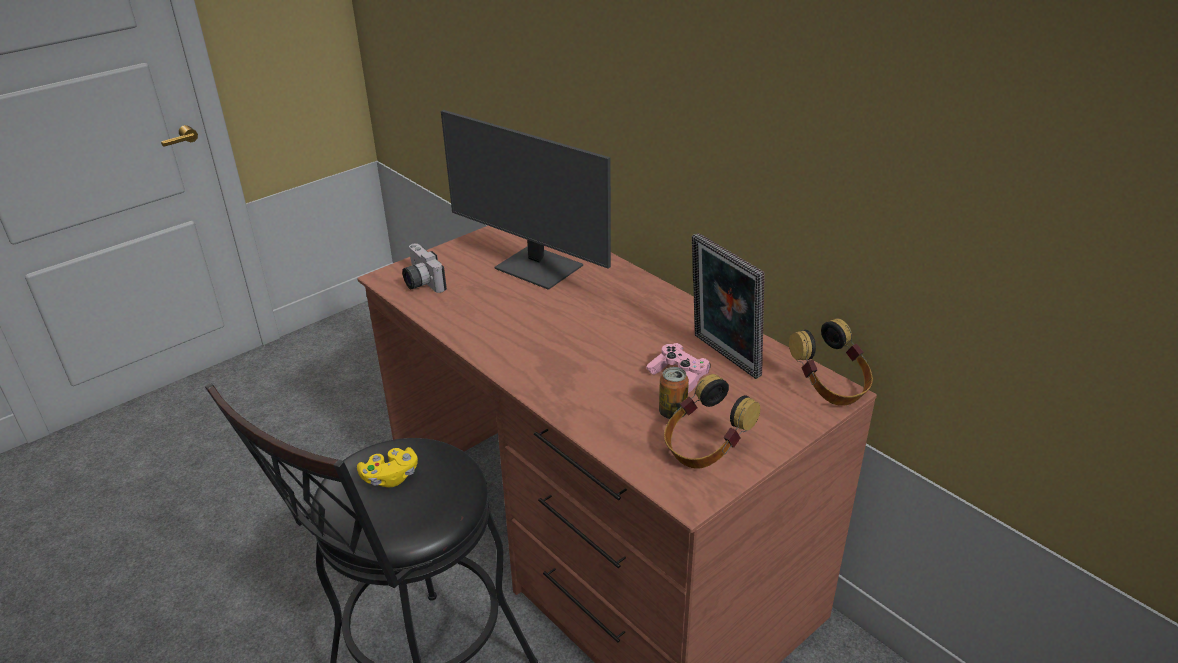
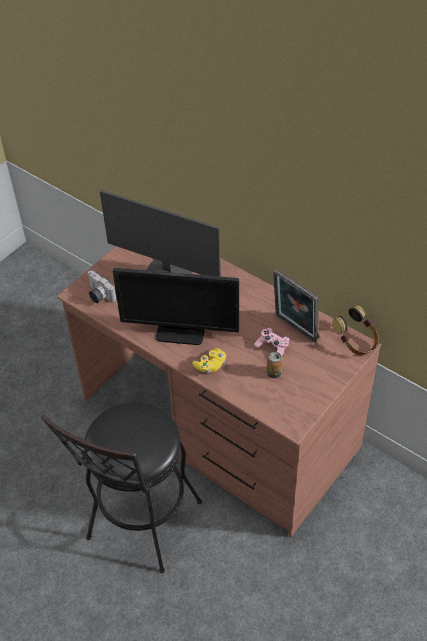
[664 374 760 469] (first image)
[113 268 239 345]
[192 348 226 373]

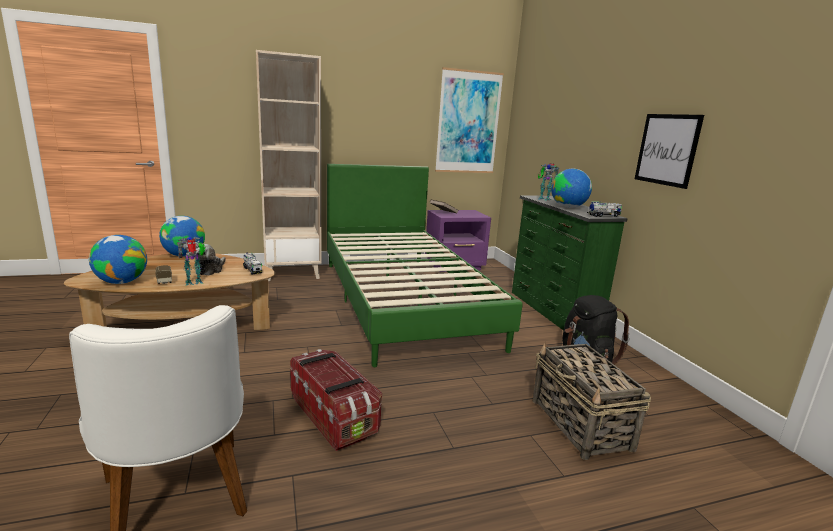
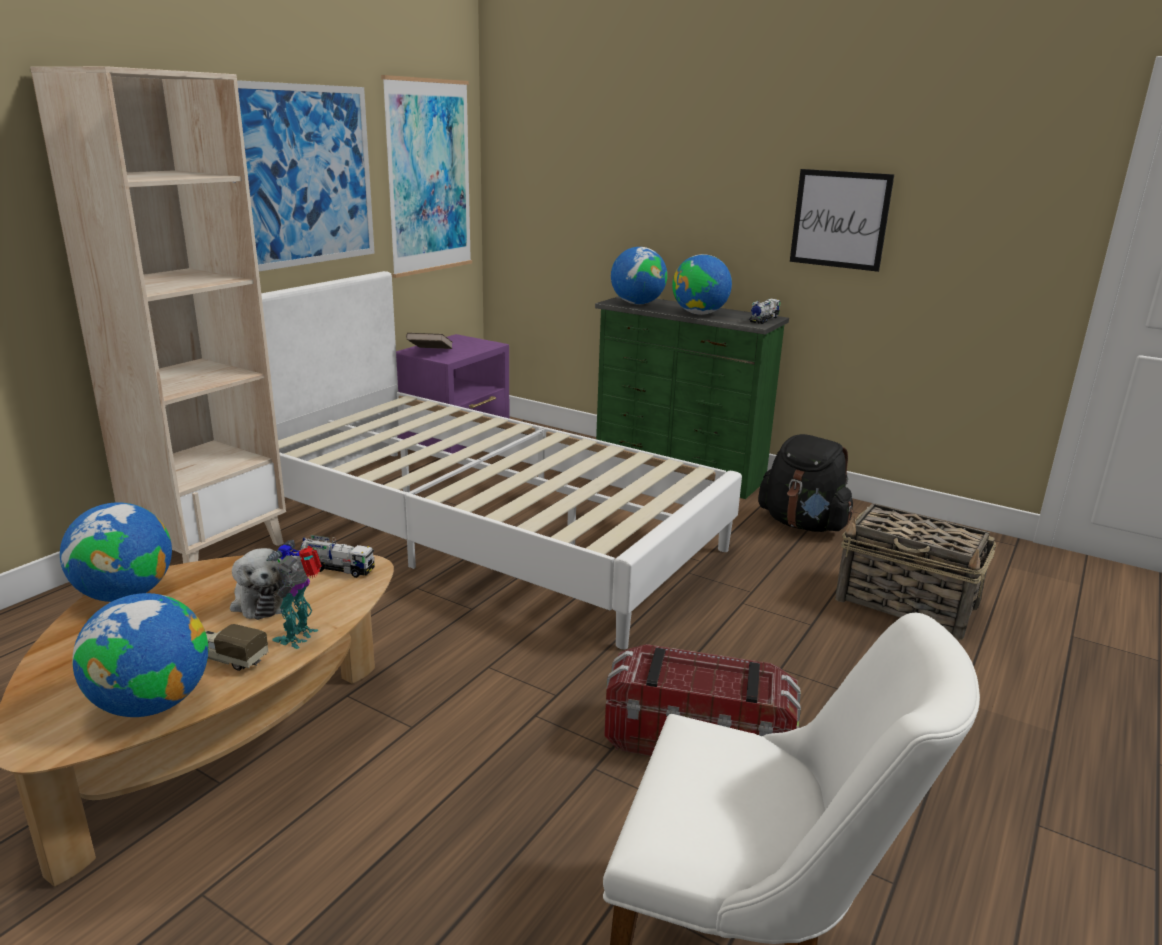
[237 80 375 271]
[611 247 667 305]
[261 271 742 649]

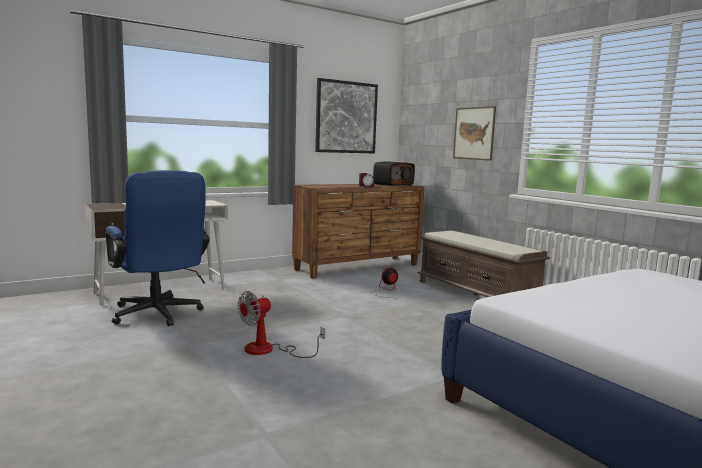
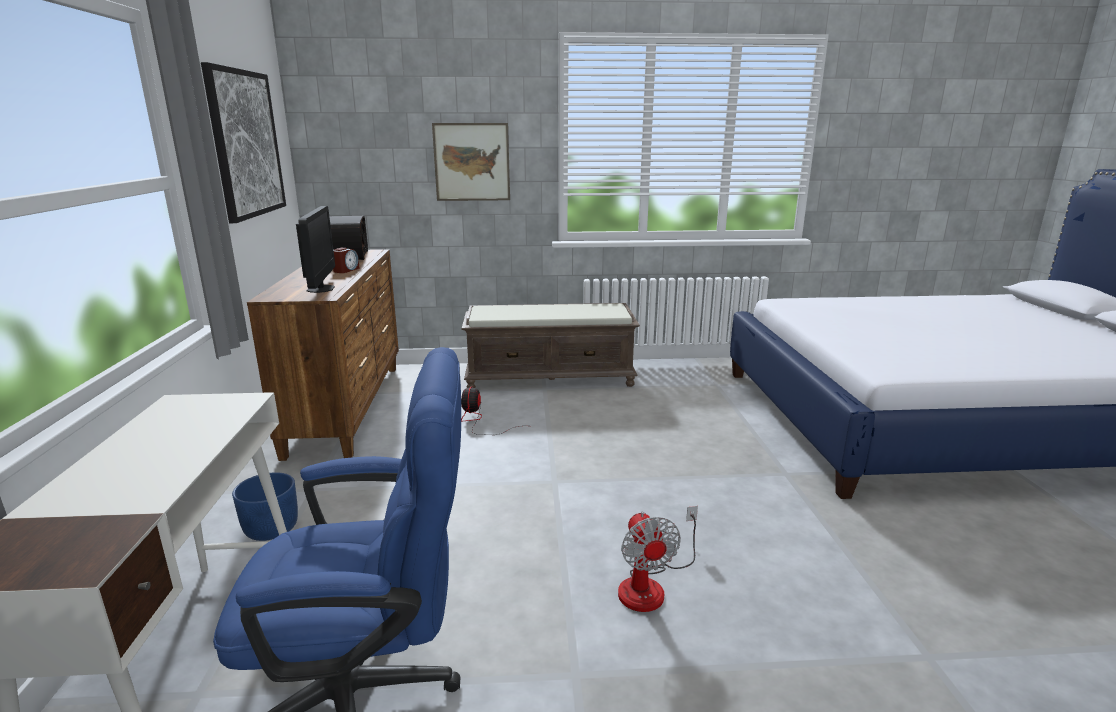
[232 472 298 541]
[296 206 335 293]

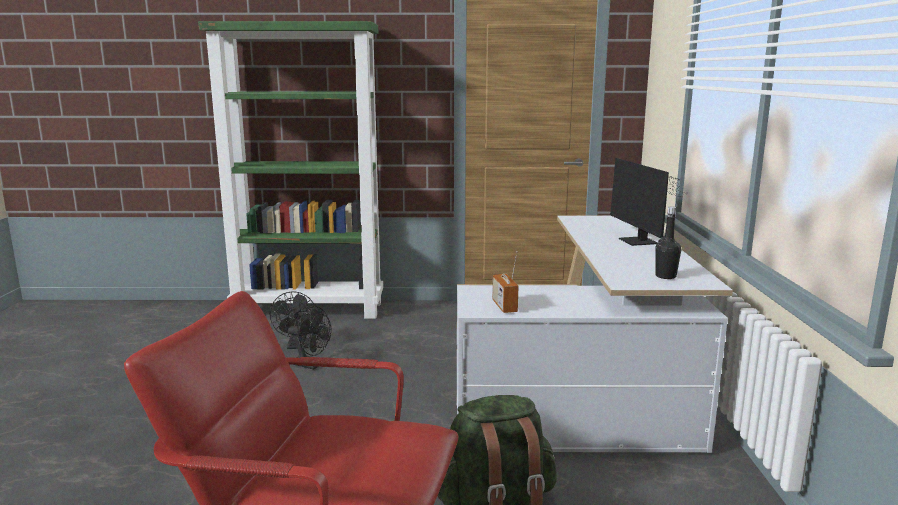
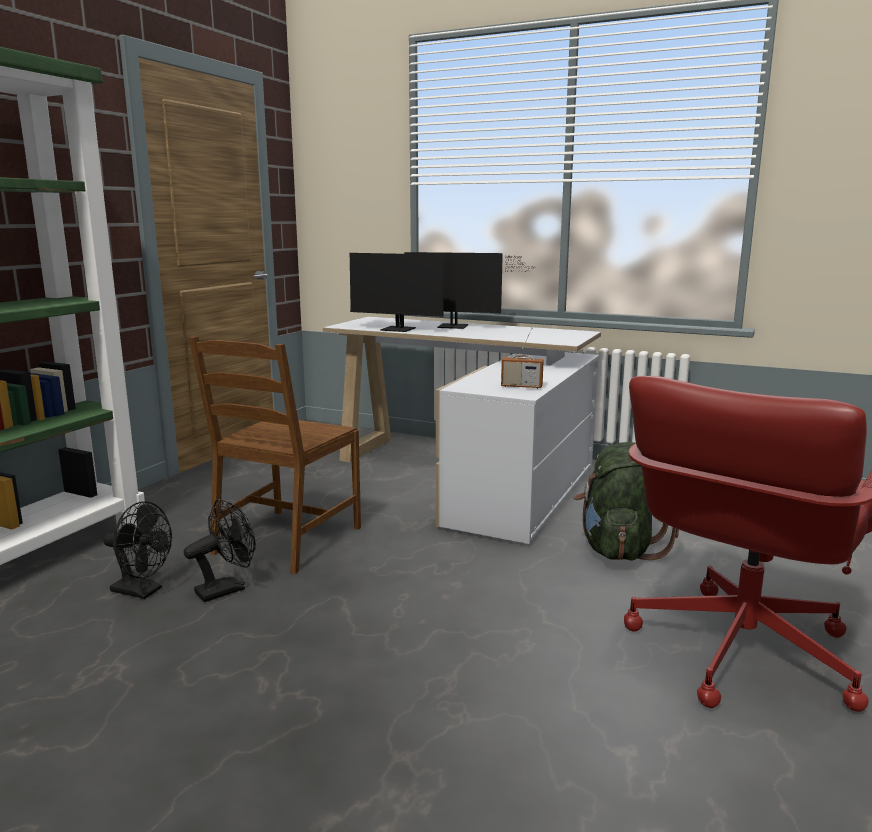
[655 206 681 279] (first image)
[189 336 361 574]
[350 253 476 332]

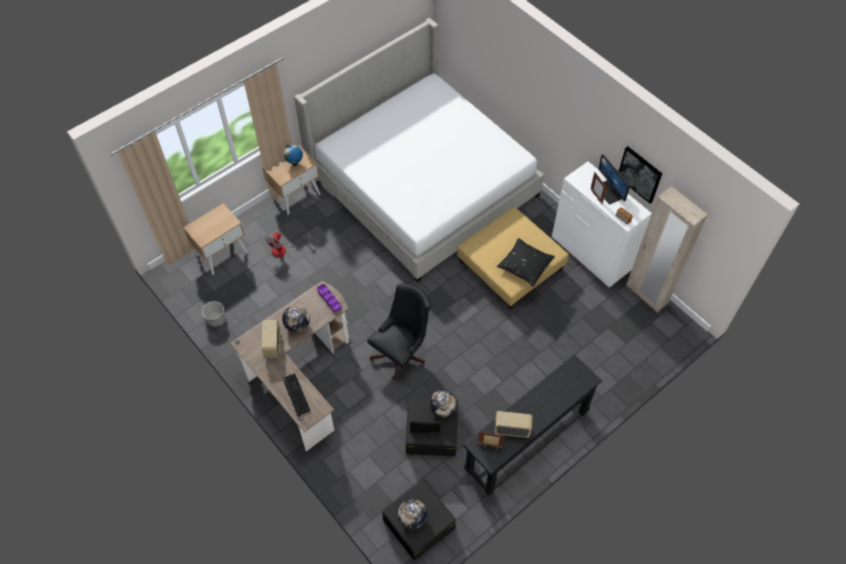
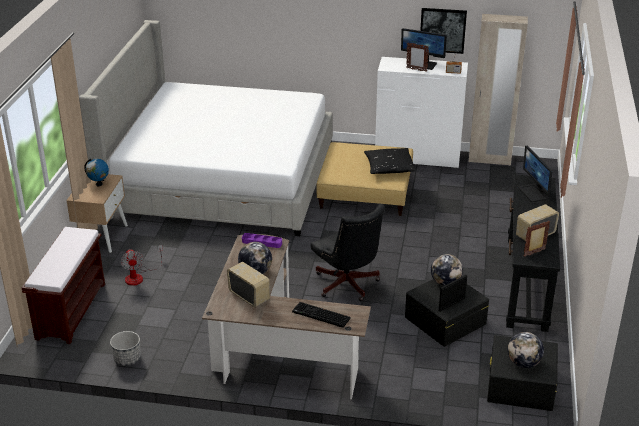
[518 146 553 202]
[22 227 105 344]
[311 204 385 301]

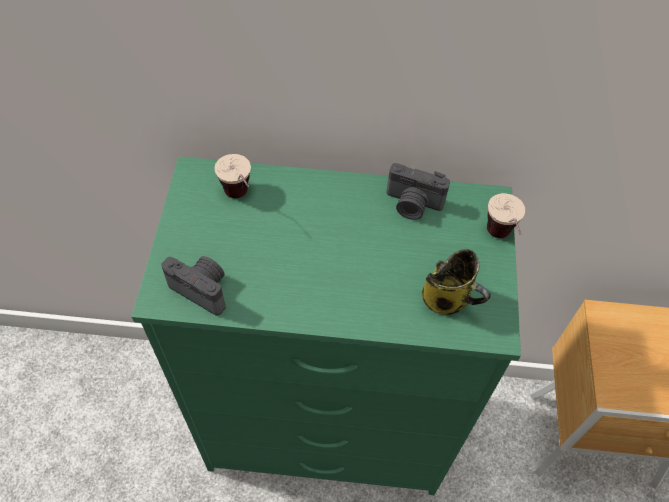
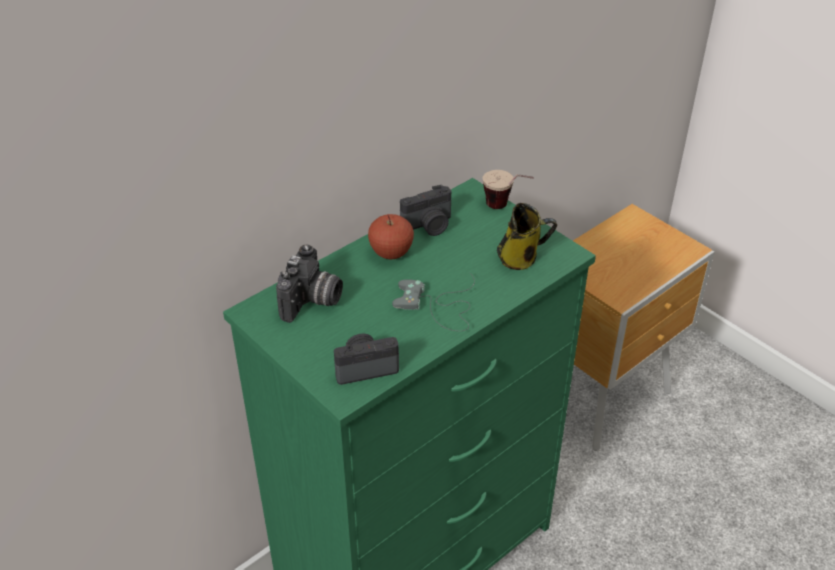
[368 214 414 259]
[392 272 475 331]
[276 245 343 323]

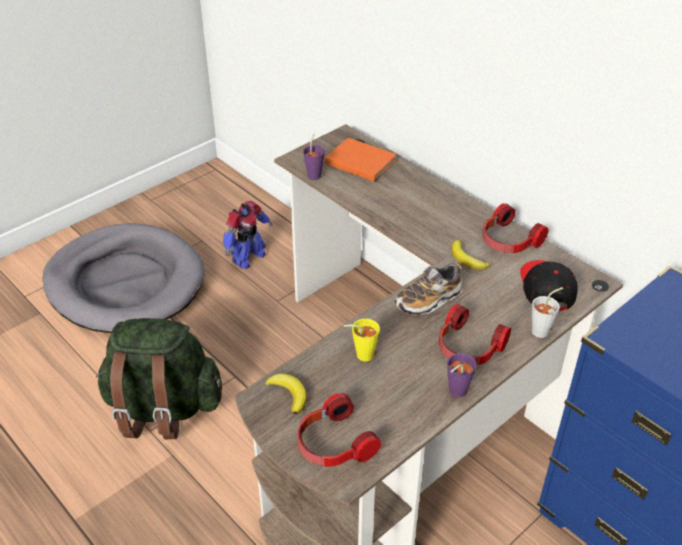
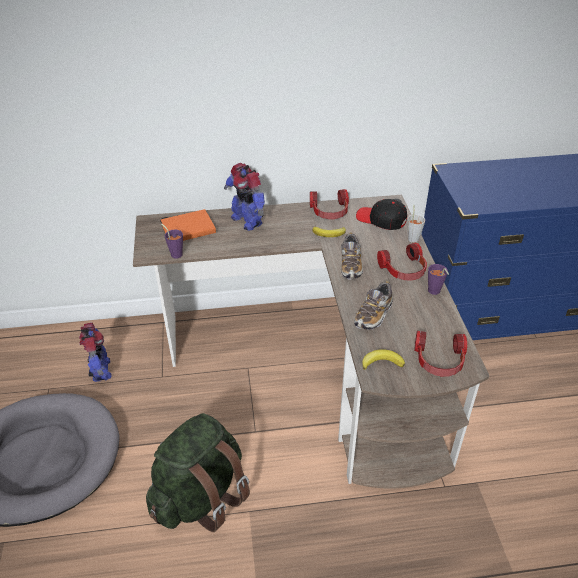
[224 163 265 231]
[354 281 393 330]

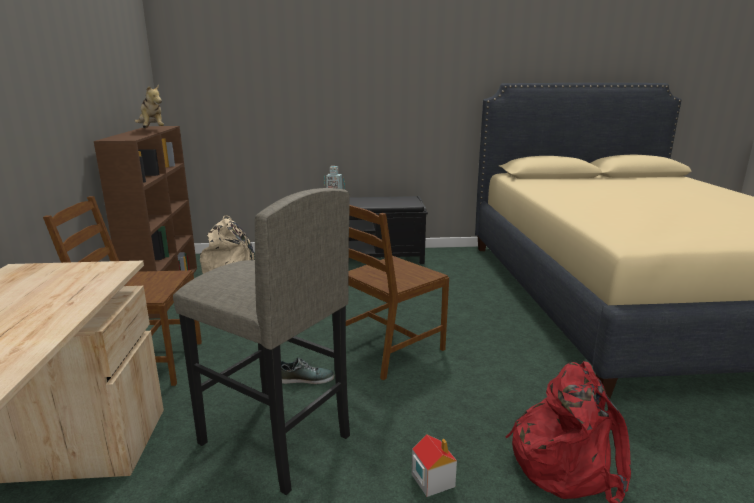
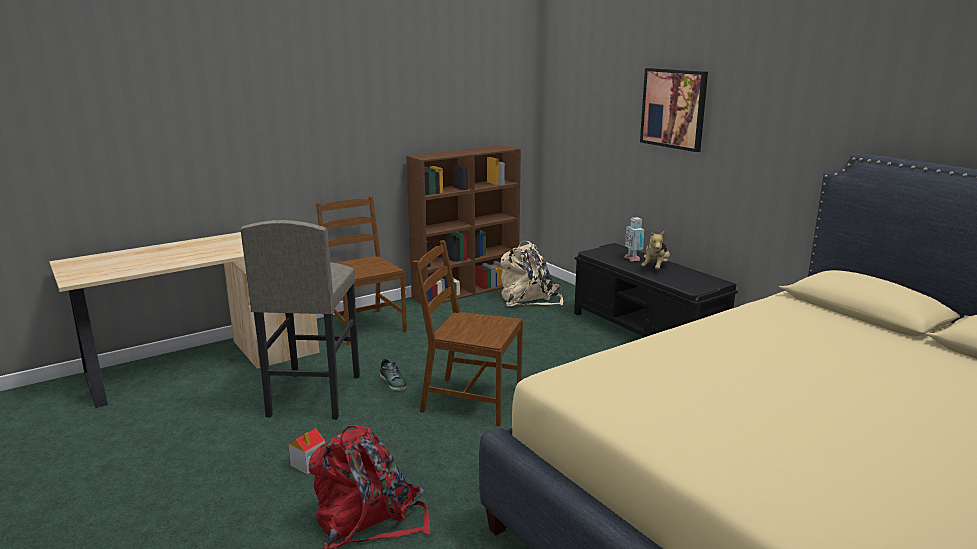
[640 68 708 152]
[641 231 670 269]

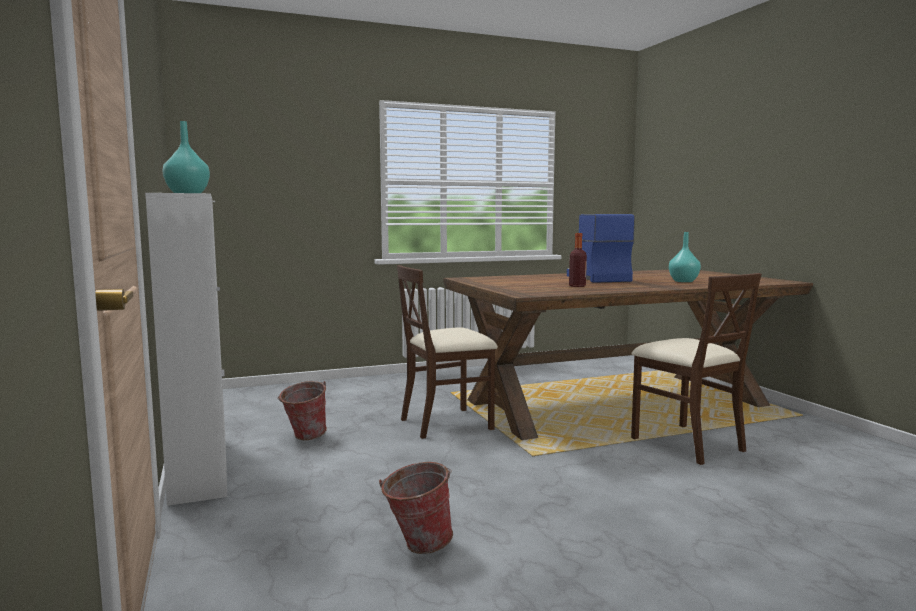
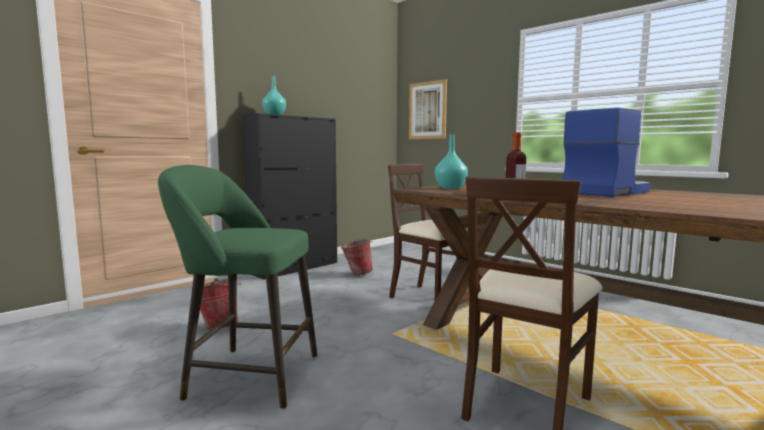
[158 165 317 409]
[409 79 447 139]
[435 134 468 189]
[242 113 337 280]

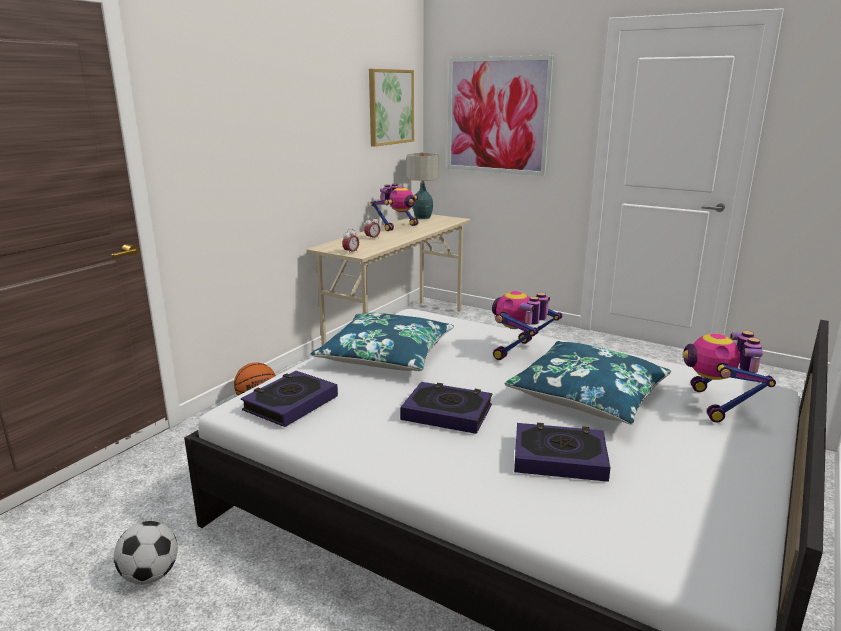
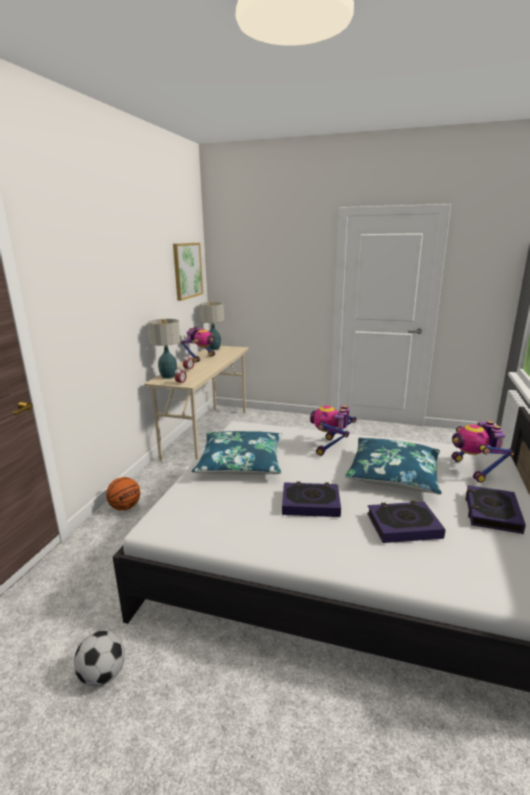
[447 55 554 176] (first image)
[148 319 180 379]
[466 485 526 534]

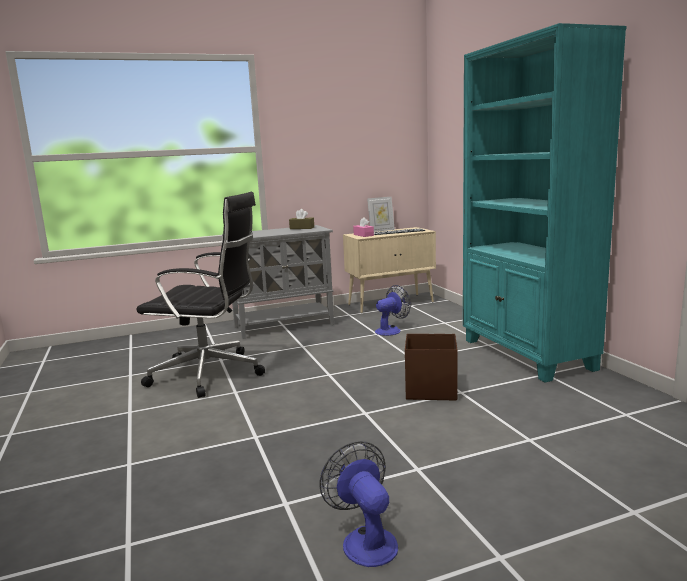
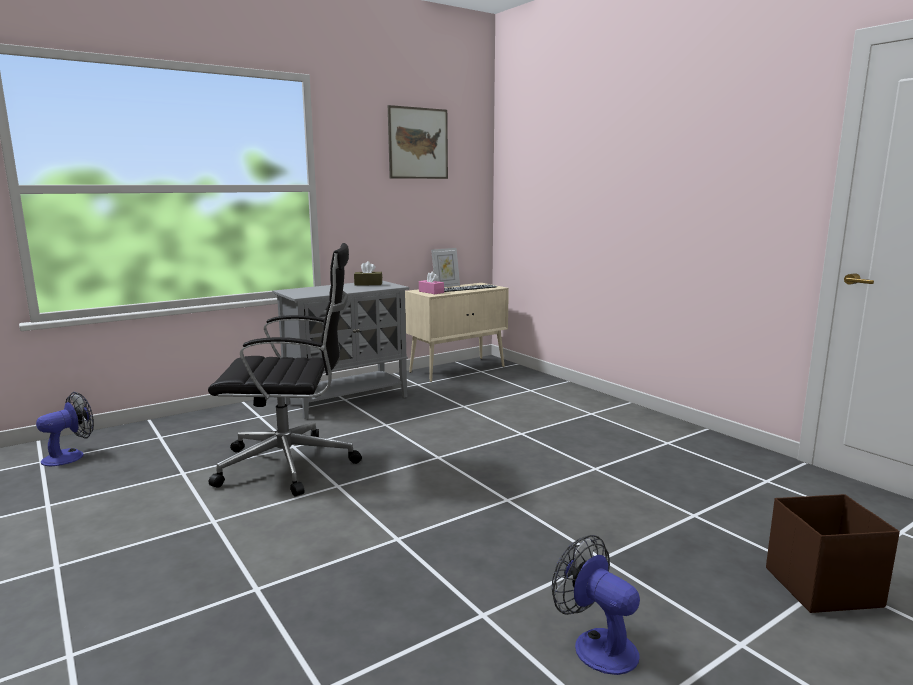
[463 23 626 382] (first image)
[388 105 448 179]
[36 392 94 466]
[766 494 900 613]

